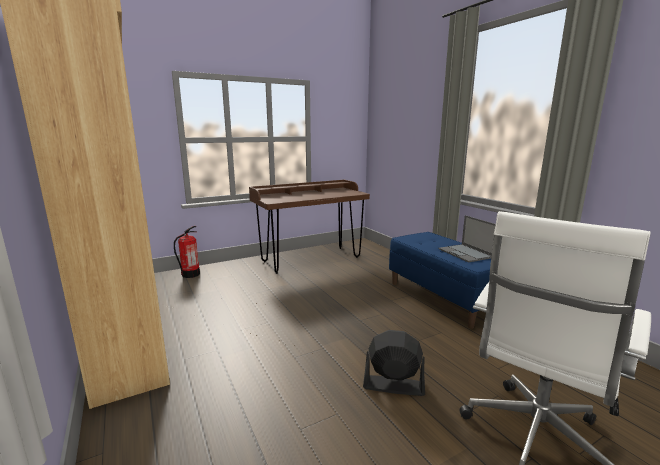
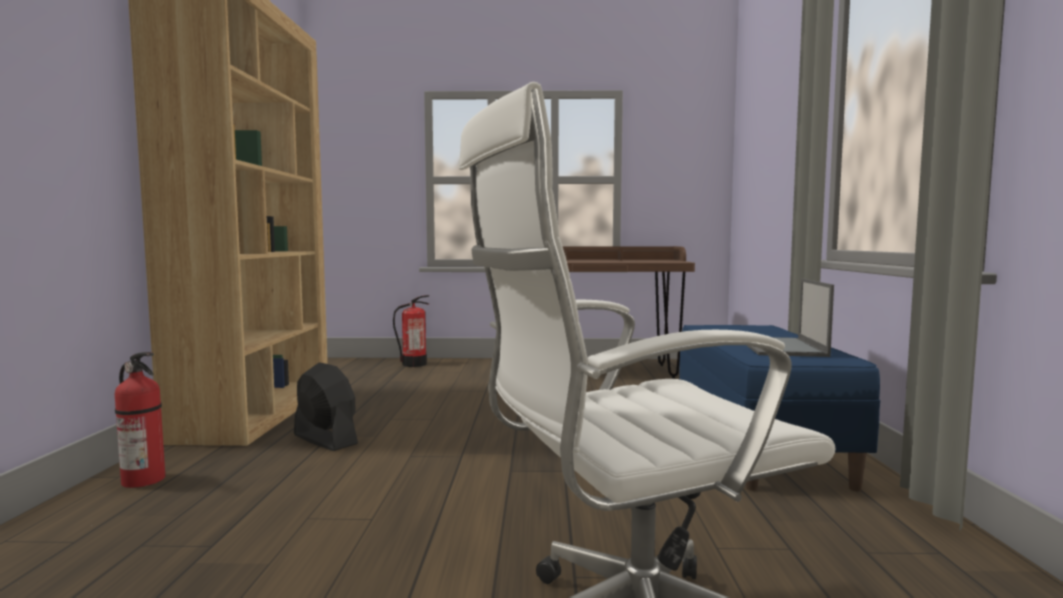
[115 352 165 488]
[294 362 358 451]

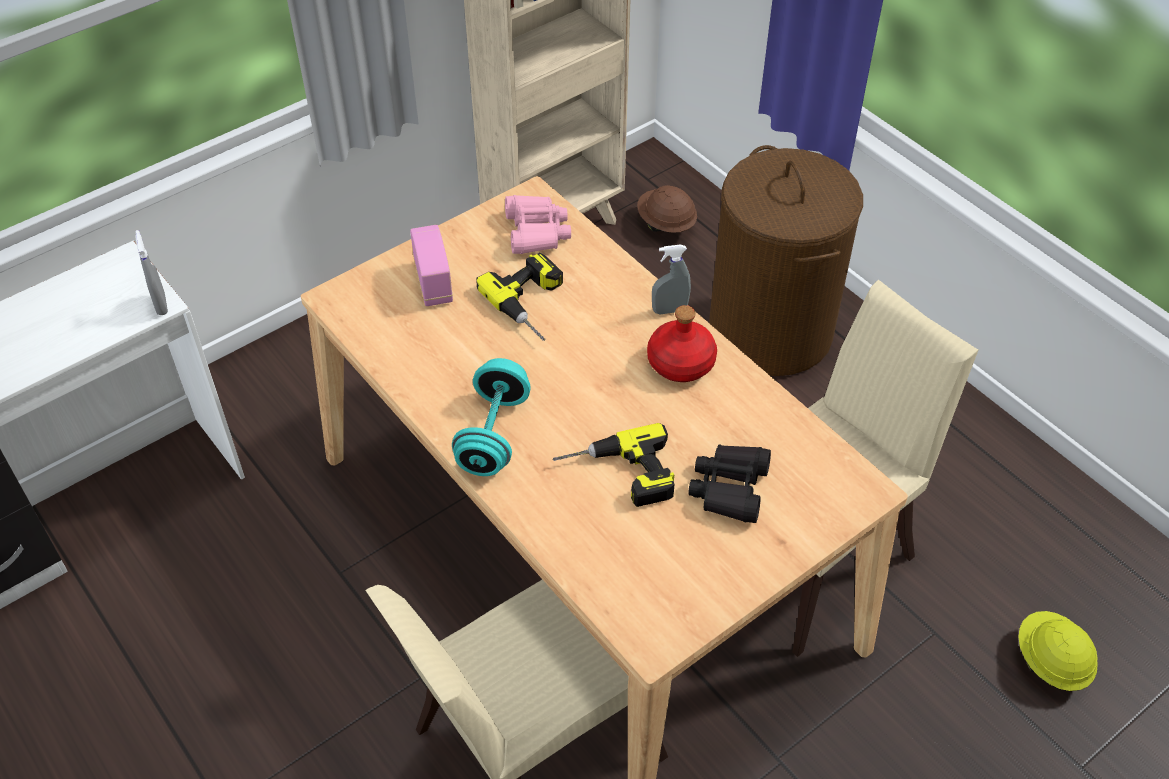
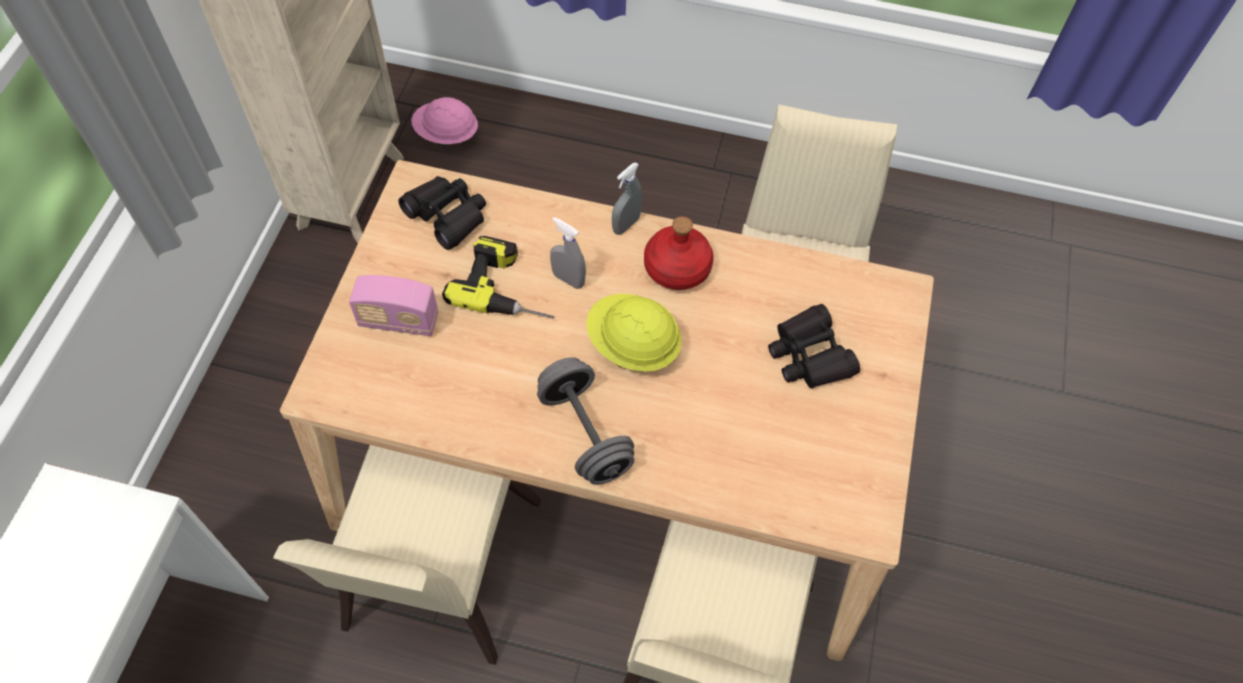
[552 423 675 507] (first image)
[709 145 863 376] (first image)
[273 445 541 665]
[550 217 586 289]
[586 294 682 372]
[537 357 634 485]
[398 176 486 250]
[411 97 478 148]
[349 275 438 336]

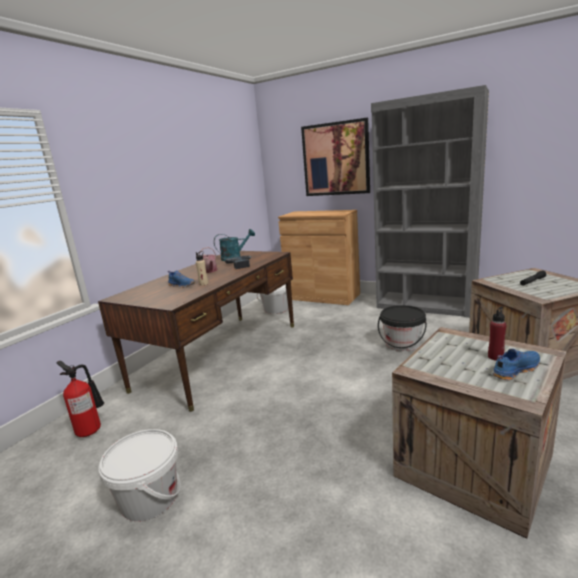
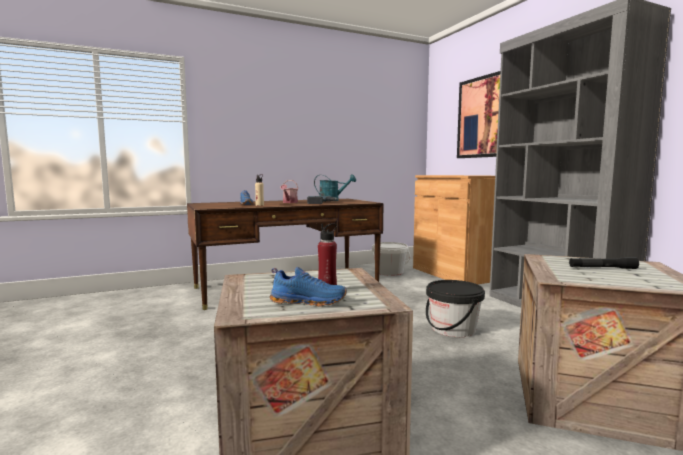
[56 361 104 437] (first image)
[98 429 181 522] (first image)

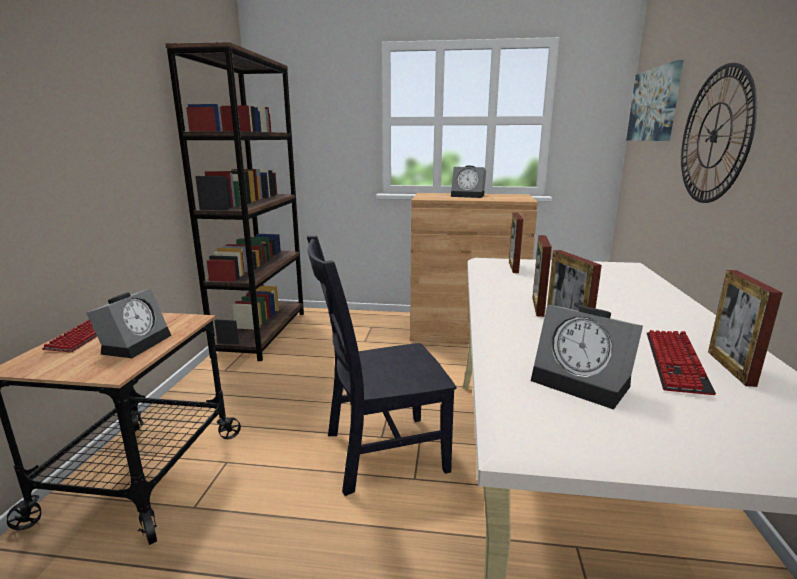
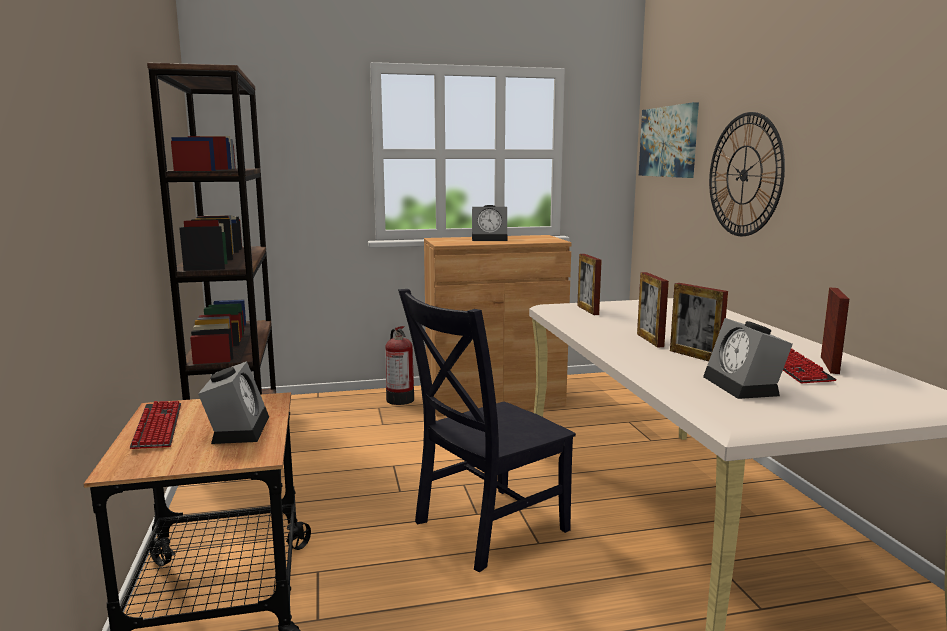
[385 326 414 405]
[703 318 793 399]
[821 288 849 374]

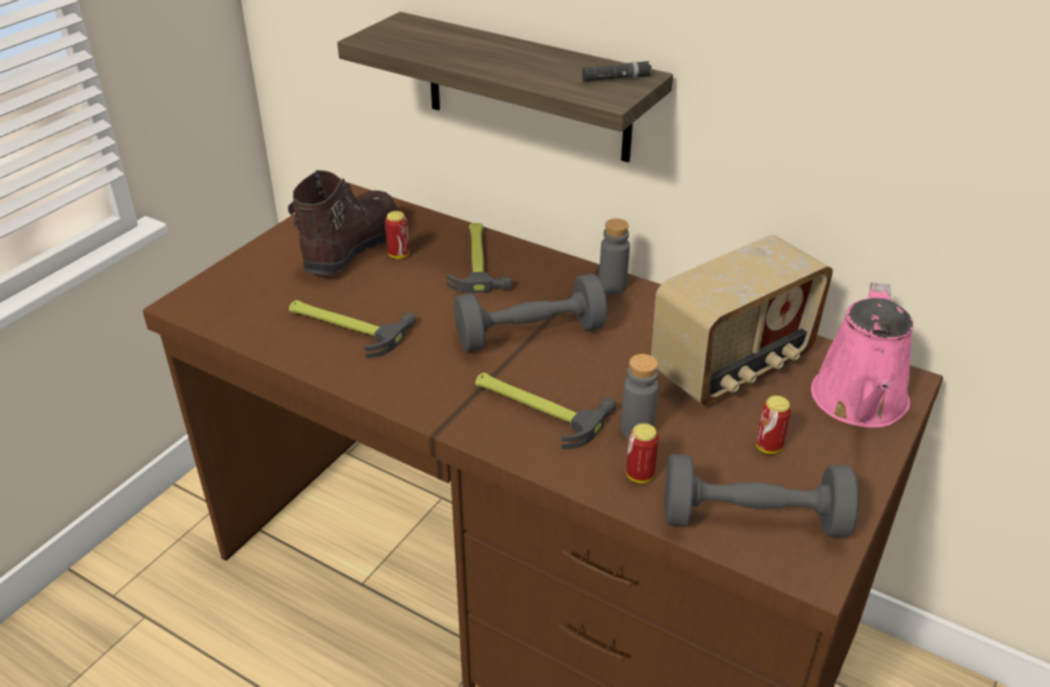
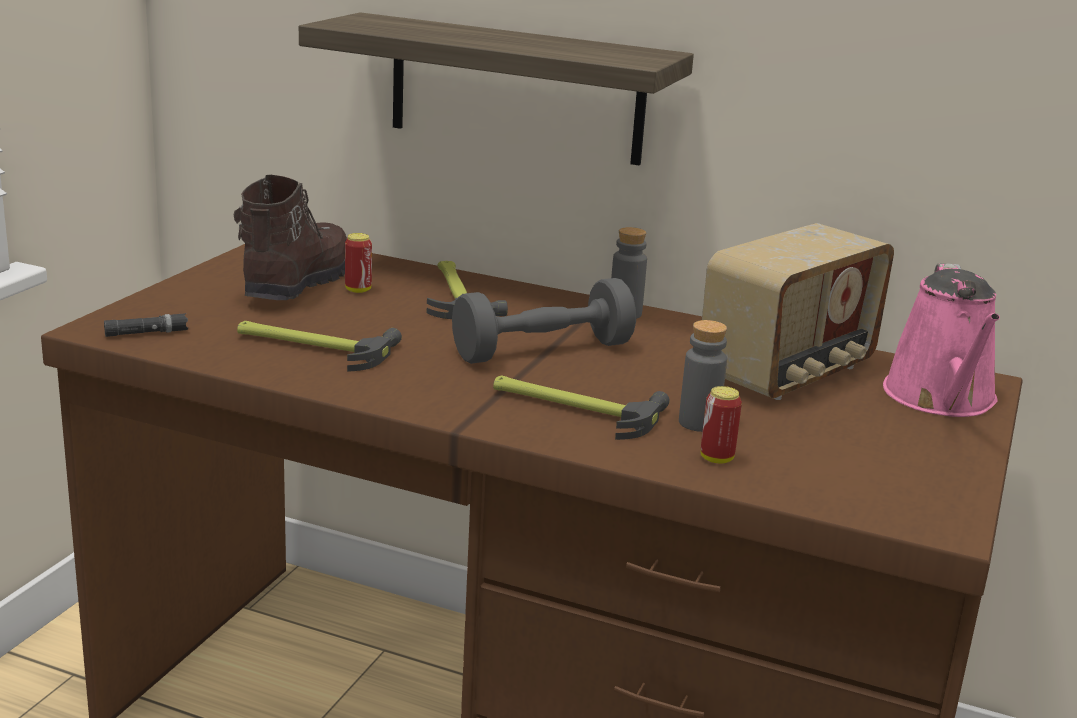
[665 454 859 538] (first image)
[756 396 791 454] (first image)
[104 313 188 337]

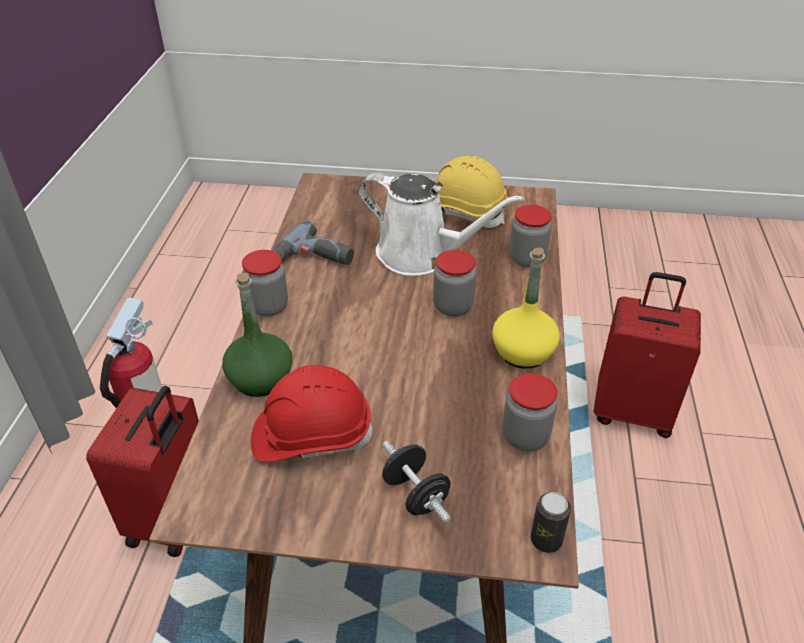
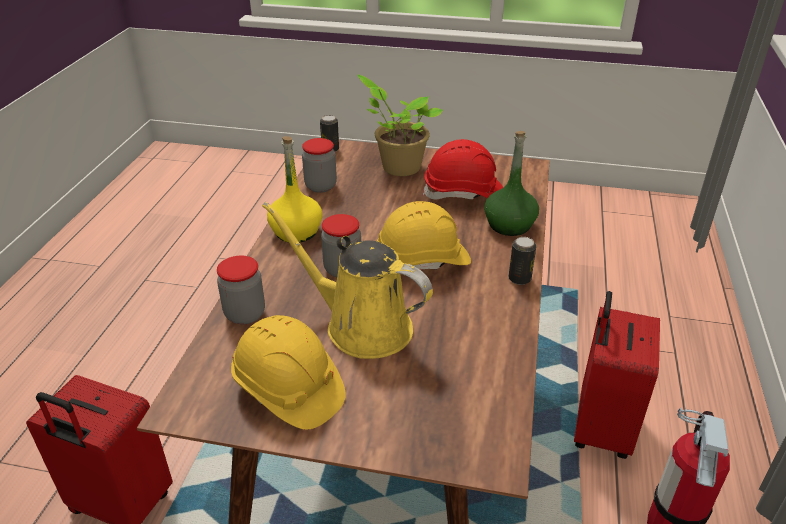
[272 221 354 265] (first image)
[377 201 471 270]
[508 237 536 285]
[357 75 443 176]
[262 202 433 359]

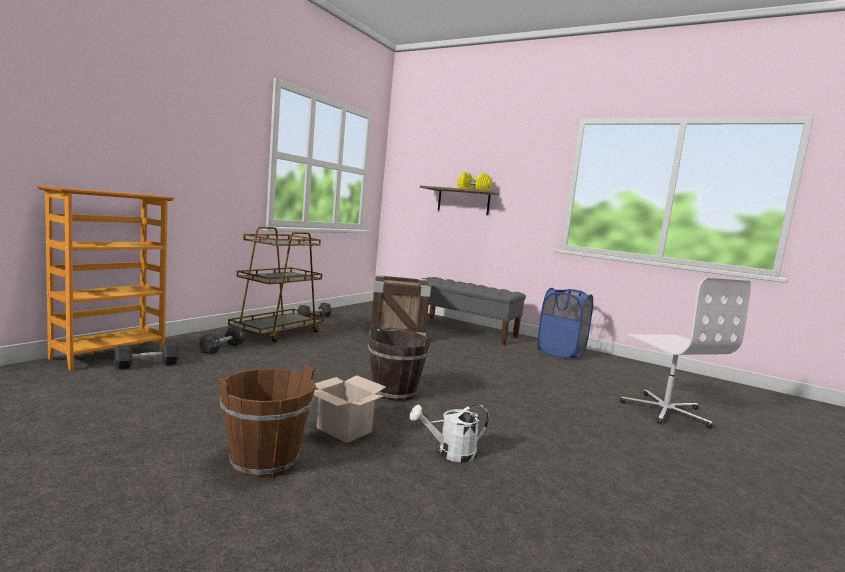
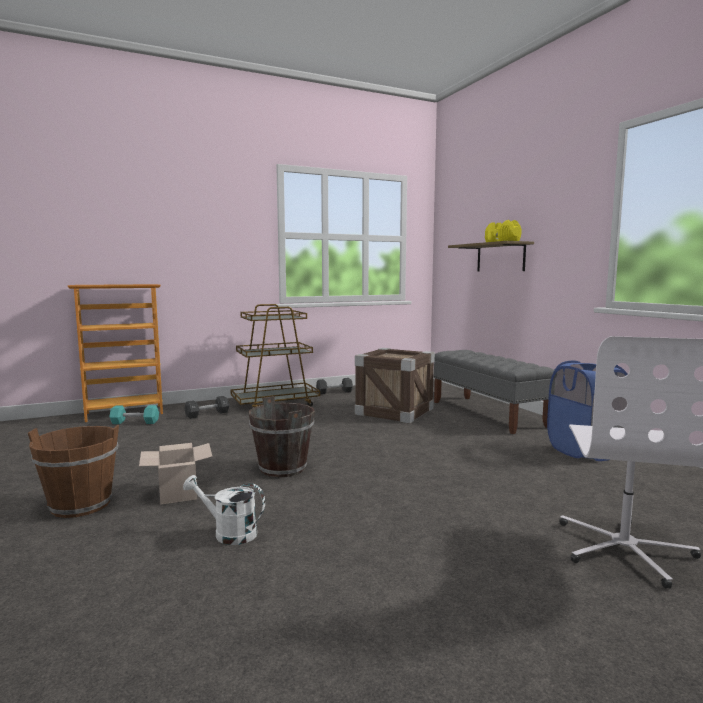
[109 405 159 424]

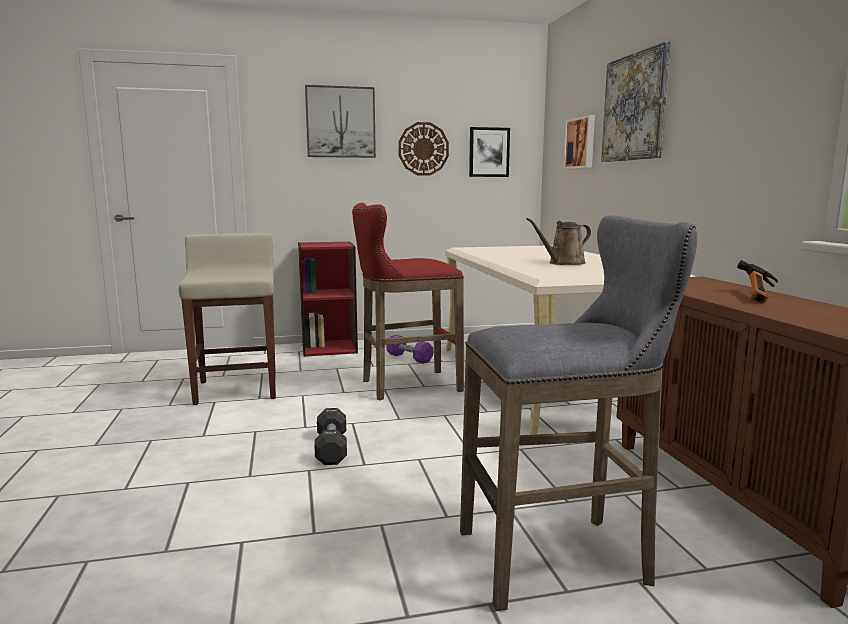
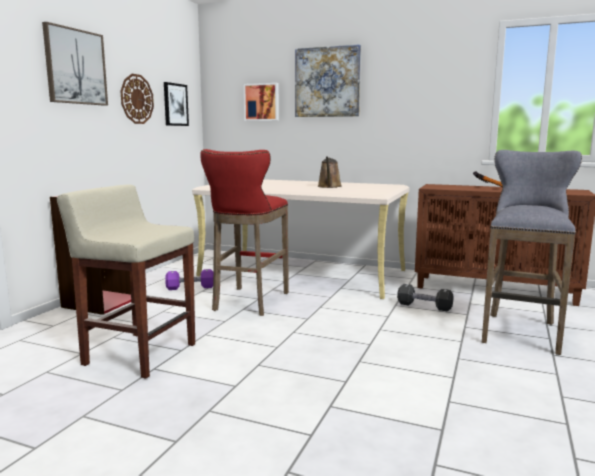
[397 284 454 312]

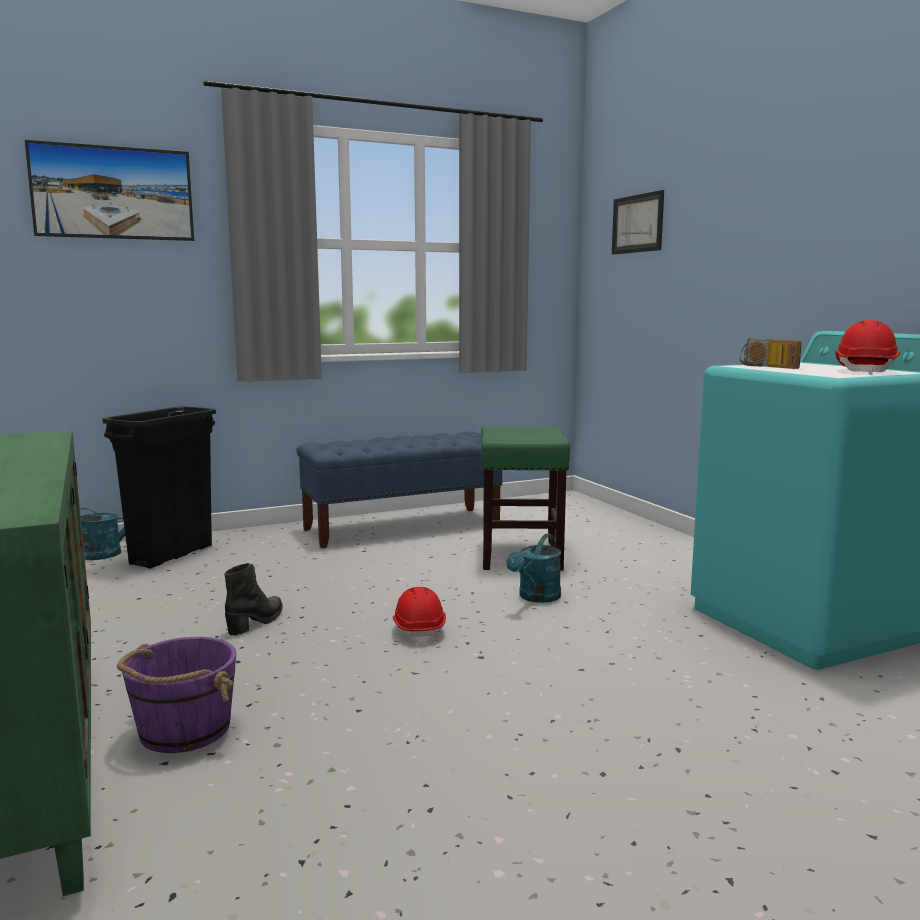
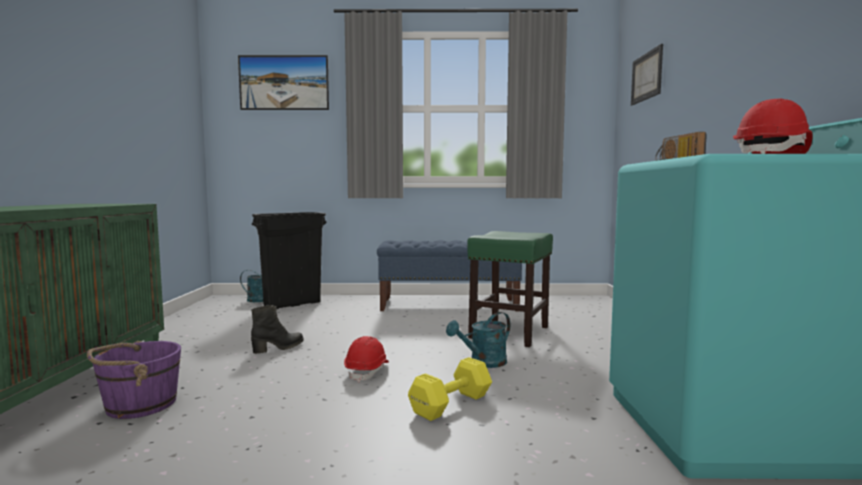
[408 357 492 421]

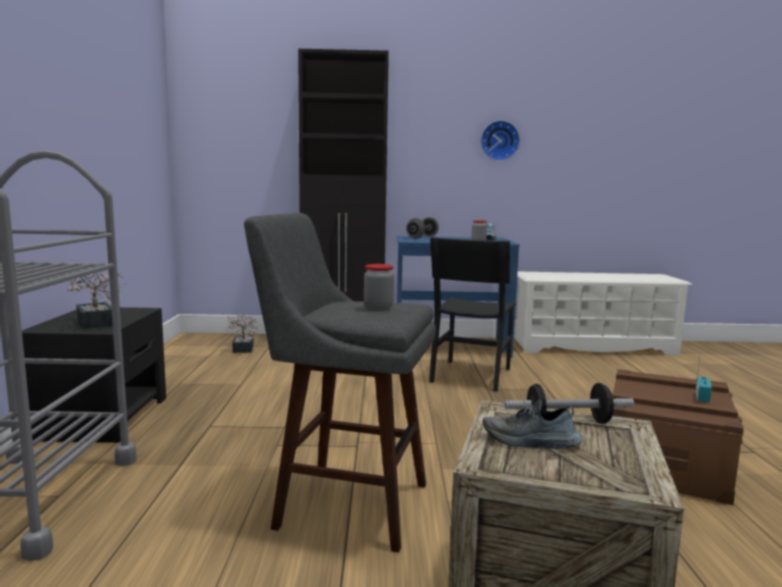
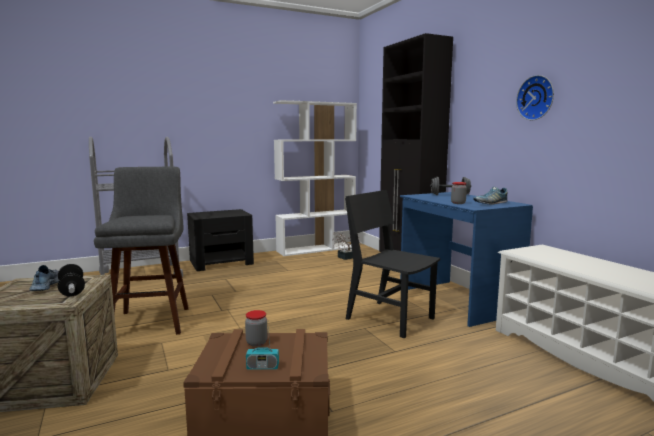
[67 269 126 329] (first image)
[273 100 357 256]
[245 310 268 347]
[345 190 440 339]

